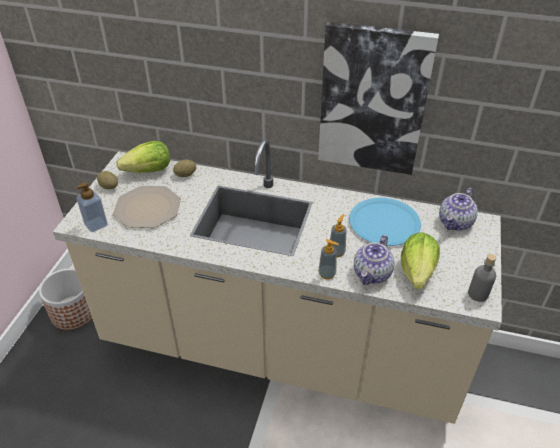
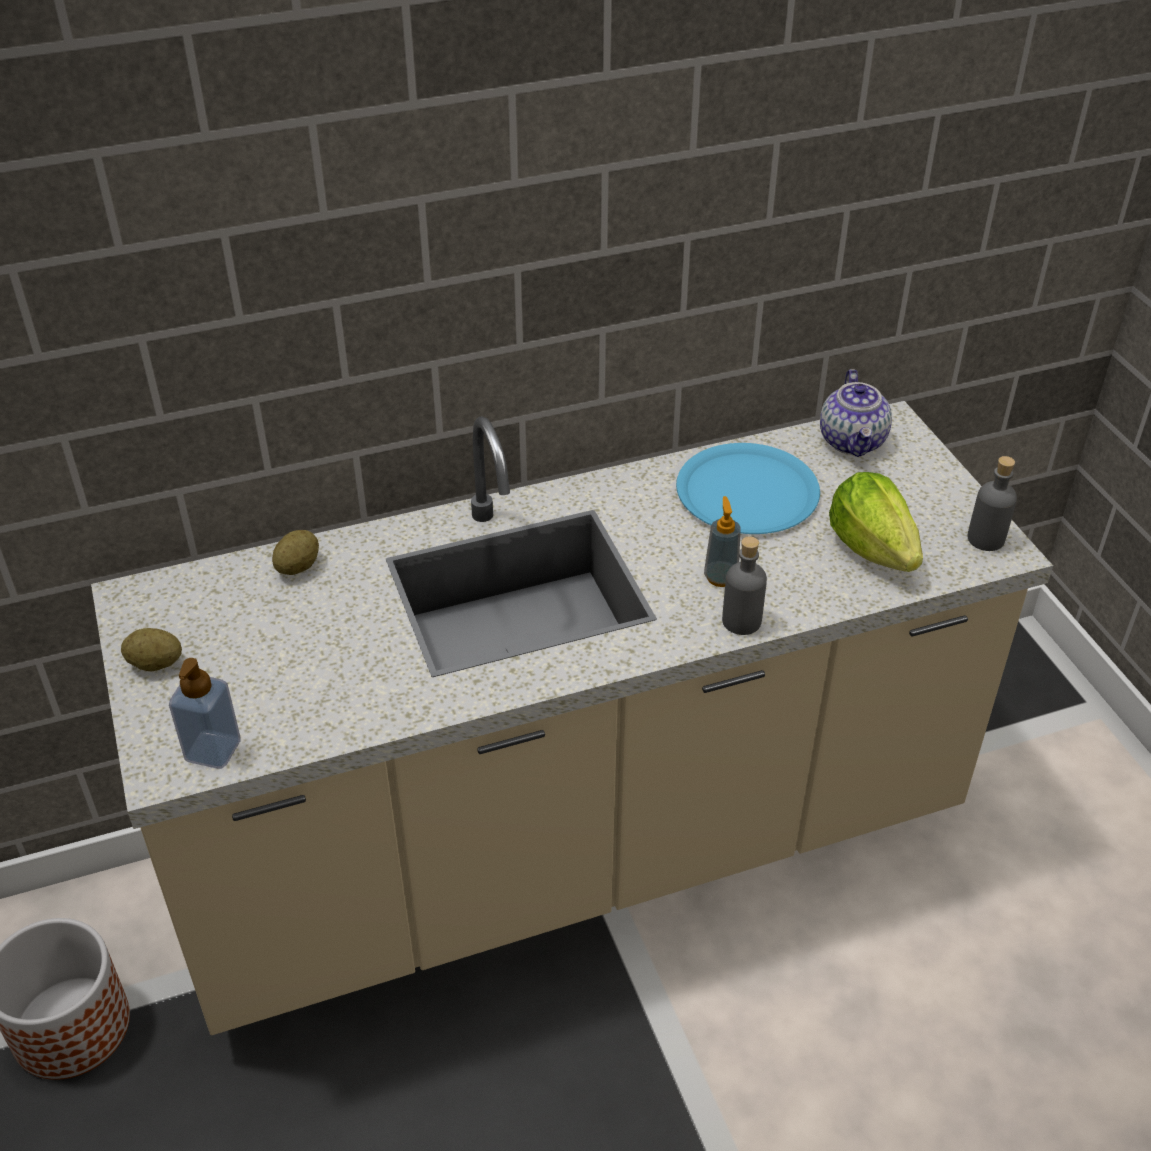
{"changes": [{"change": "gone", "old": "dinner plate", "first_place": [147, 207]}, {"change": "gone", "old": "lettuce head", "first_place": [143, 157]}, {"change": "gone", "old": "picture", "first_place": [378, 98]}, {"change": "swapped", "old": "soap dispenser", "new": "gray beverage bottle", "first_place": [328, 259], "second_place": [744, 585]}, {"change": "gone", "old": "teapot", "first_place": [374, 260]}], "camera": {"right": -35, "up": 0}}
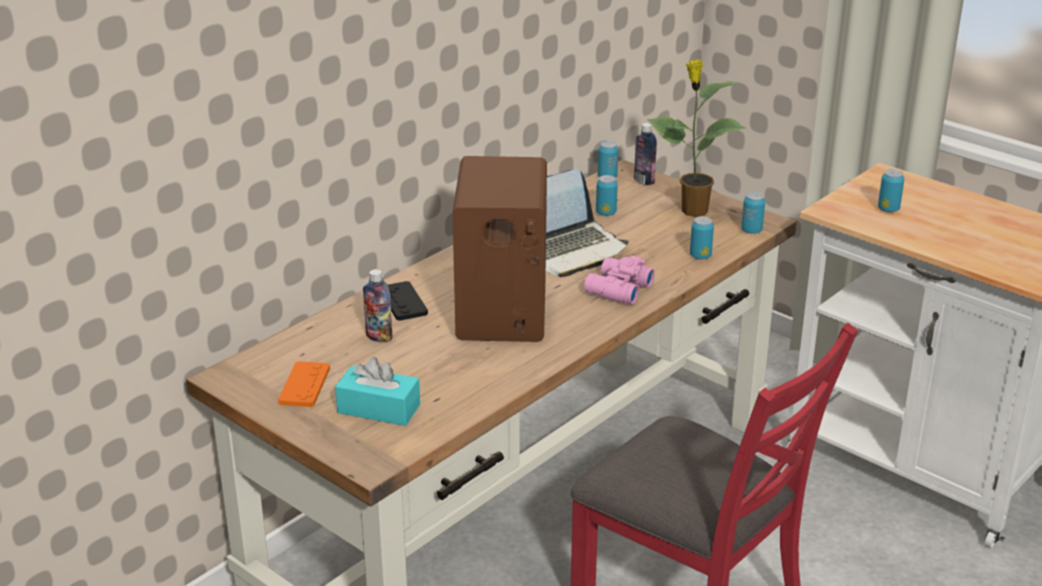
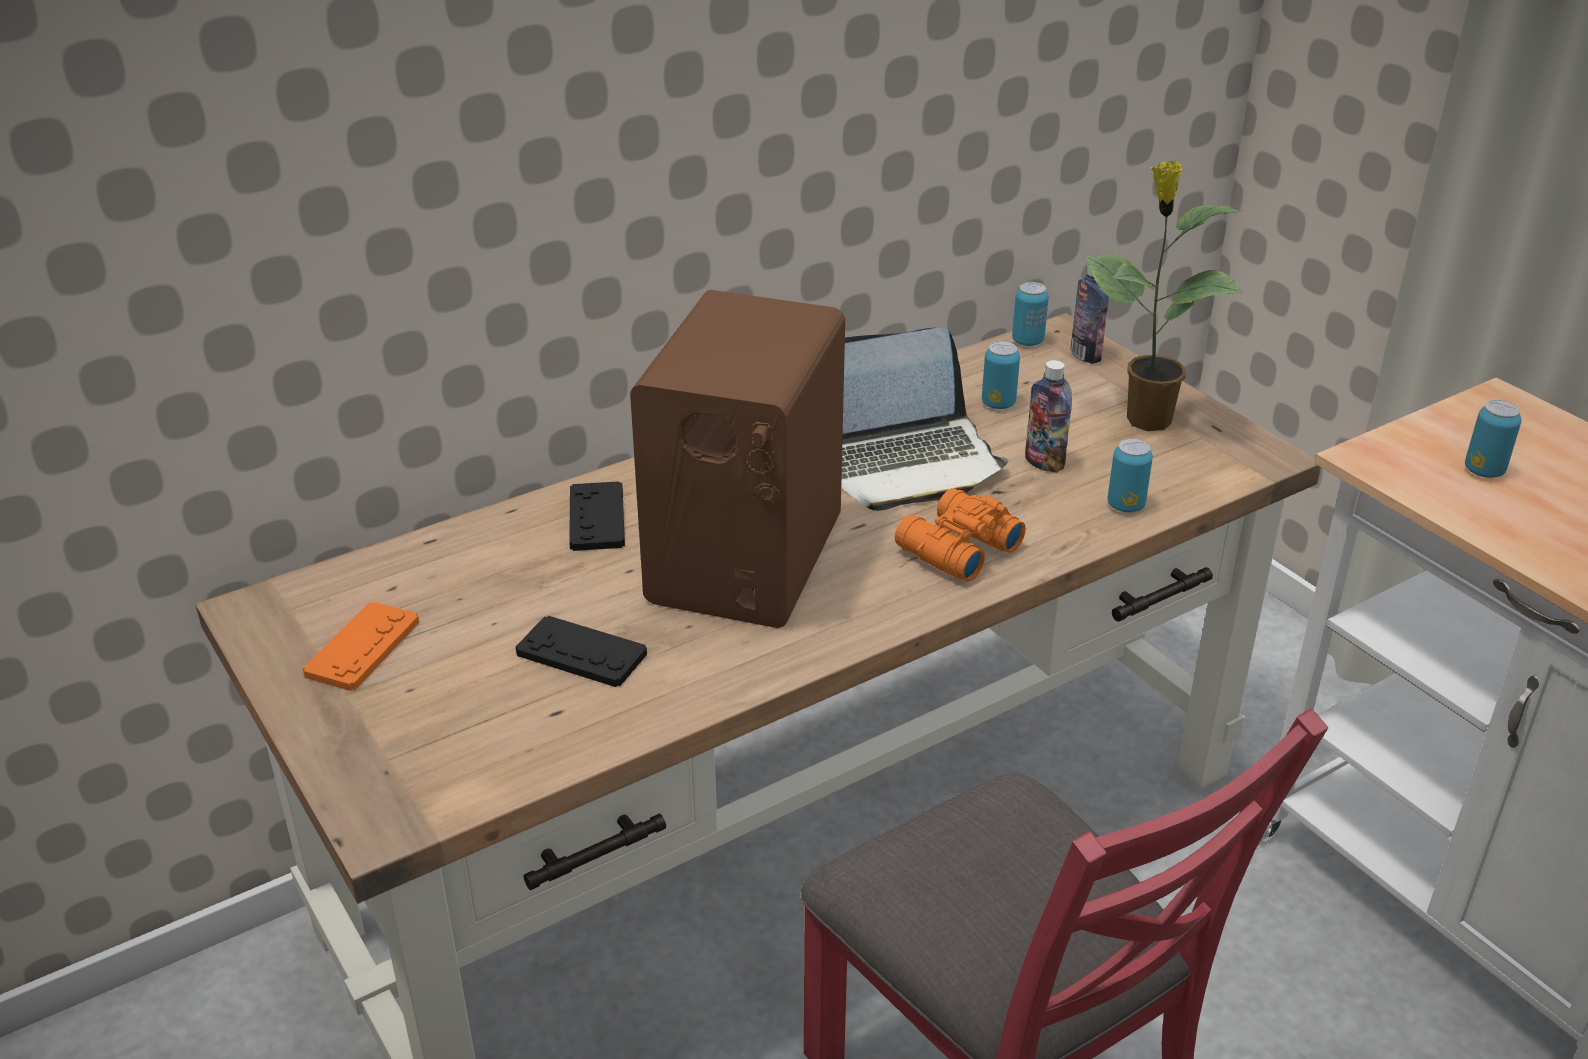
{"changes": [{"change": "gone", "old": "blue-green box of tissues", "first_place": [377, 391]}, {"change": "shifted", "old": "beverage bottle", "first_place": [377, 305], "second_place": [1048, 416]}, {"change": "repainted", "old": "pinkish pair of binoculars", "new": "orange pair of binoculars", "first_place": [619, 280], "second_place": [960, 535]}, {"change": "gone", "old": "sealed can", "first_place": [753, 213]}, {"change": "new", "new": "blackish joypad", "second_place": [581, 651]}], "camera": {"right": 15, "up": 5}}
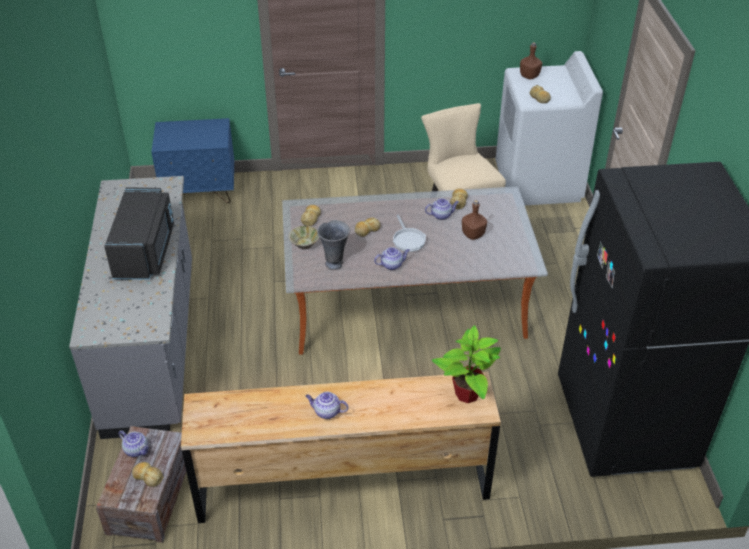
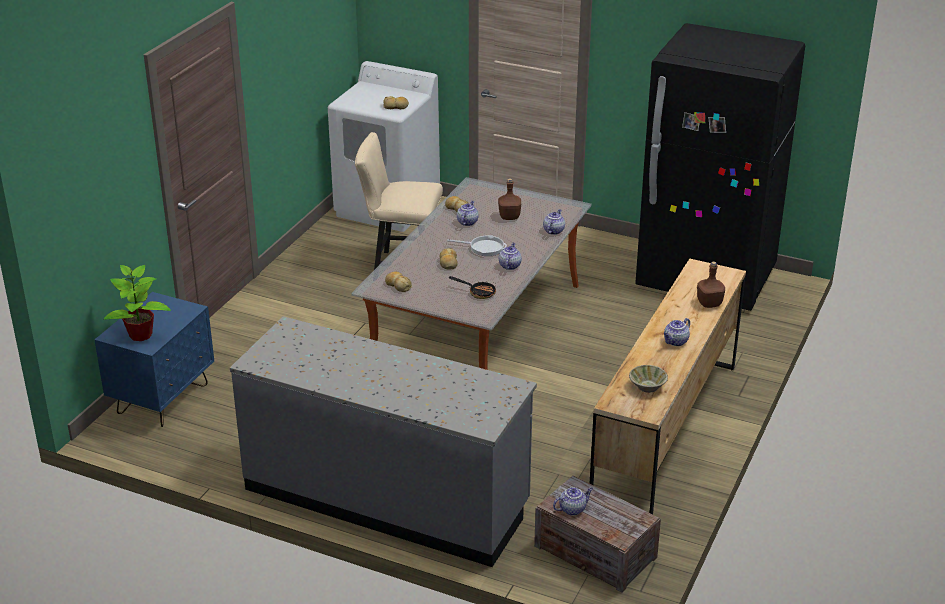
{"changes": [{"change": "gone", "old": "blackish microwave oven", "first_place": [139, 233]}, {"change": "gone", "old": "bakery bread", "first_place": [148, 474]}, {"change": "shifted", "old": "sand-coloured bowl", "first_place": [303, 237], "second_place": [648, 379]}, {"change": "swapped", "old": "gray flower vase", "new": "frying pan", "first_place": [333, 245], "second_place": [472, 287]}, {"change": "shifted", "old": "houseplant", "first_place": [466, 364], "second_place": [137, 303]}, {"change": "shifted", "old": "brown-coloured beverage bottle", "first_place": [531, 61], "second_place": [711, 285]}, {"change": "new", "new": "teapot", "second_place": [554, 222]}], "camera": {"right": -60, "up": -10}}
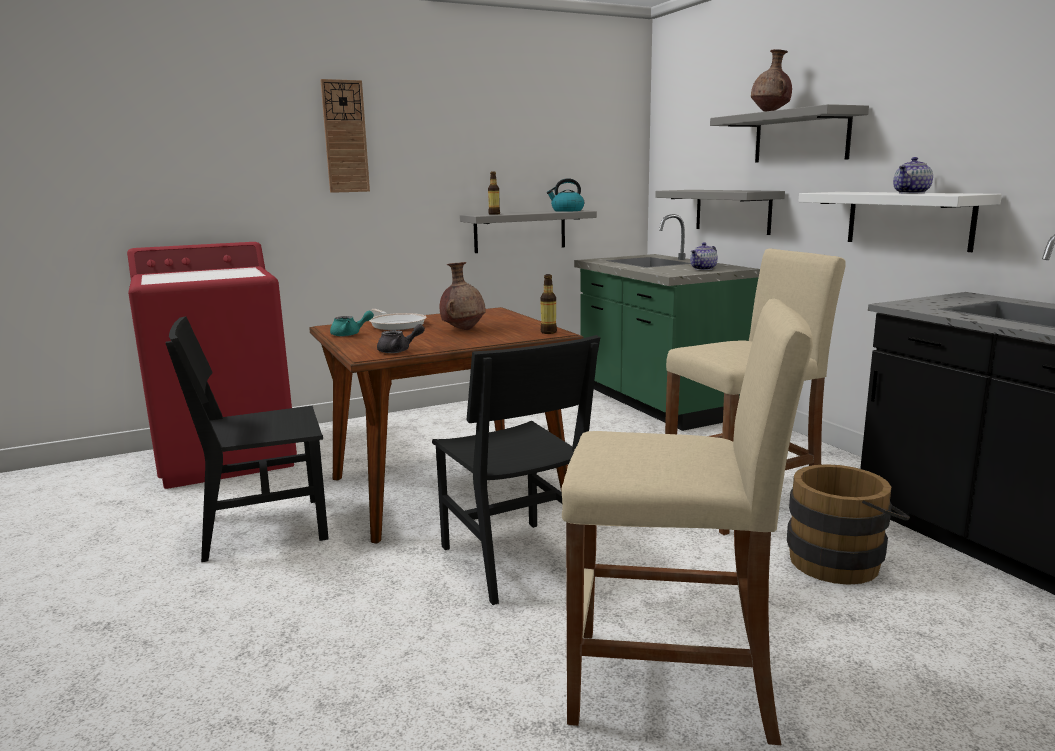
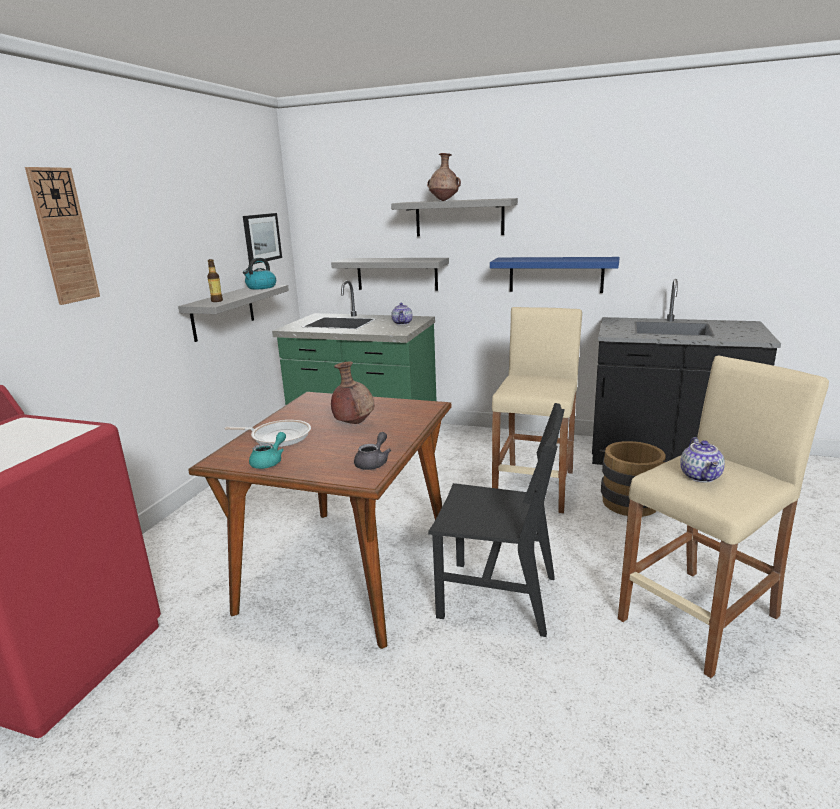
{"changes": [{"change": "gone", "old": "blackish plain chair", "first_place": [247, 439]}, {"change": "gone", "old": "beverage bottle", "first_place": [548, 304]}, {"change": "repainted", "old": "white-coloured shelf", "new": "blue-coloured shelf", "first_place": [900, 222], "second_place": [555, 275]}, {"change": "shifted", "old": "teapot", "first_place": [913, 175], "second_place": [702, 459]}, {"change": "new", "new": "picture", "second_place": [262, 238]}], "camera": {"right": -45, "up": 5}}
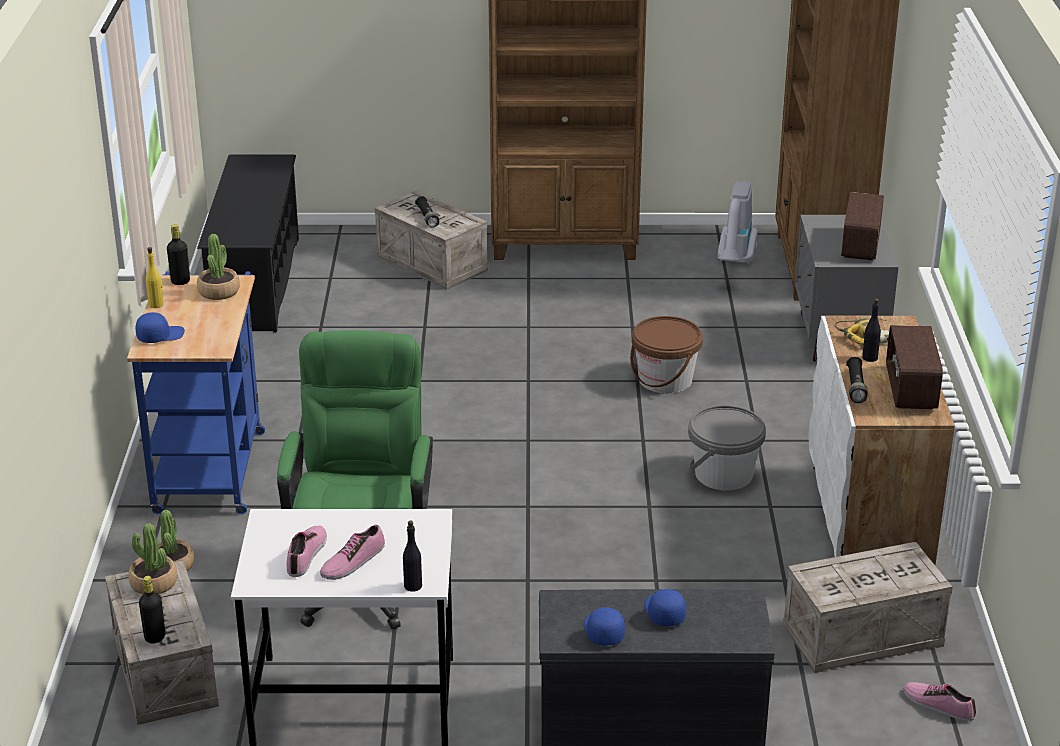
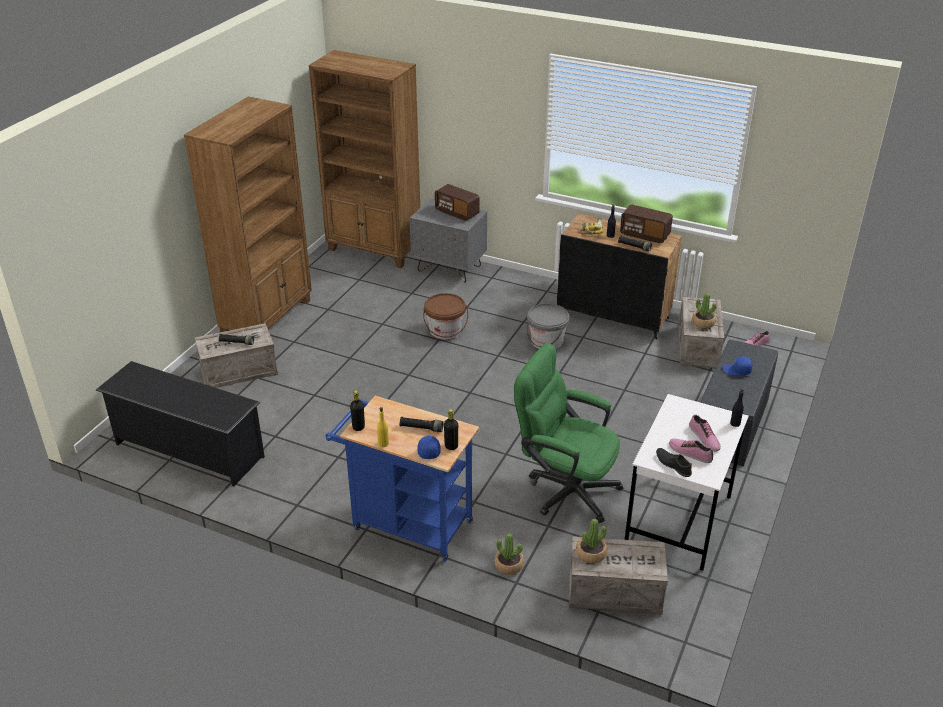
{"changes": [{"change": "shifted", "old": "blackish beverage bottle", "first_place": [152, 610], "second_place": [451, 429]}, {"change": "shifted", "old": "houseplant", "first_place": [218, 267], "second_place": [704, 311]}, {"change": "gone", "old": "blue-coloured baseball cap", "first_place": [604, 626]}, {"change": "gone", "old": "vacuum cleaner", "first_place": [738, 222]}, {"change": "repainted", "old": "white-coloured storage cabinet", "new": "blackish storage cabinet", "first_place": [881, 440], "second_place": [619, 277]}, {"change": "new", "new": "blackish hand torch", "second_place": [421, 424]}, {"change": "new", "new": "blackish low shoe", "second_place": [674, 462]}], "camera": {"right": -65, "up": 5}}
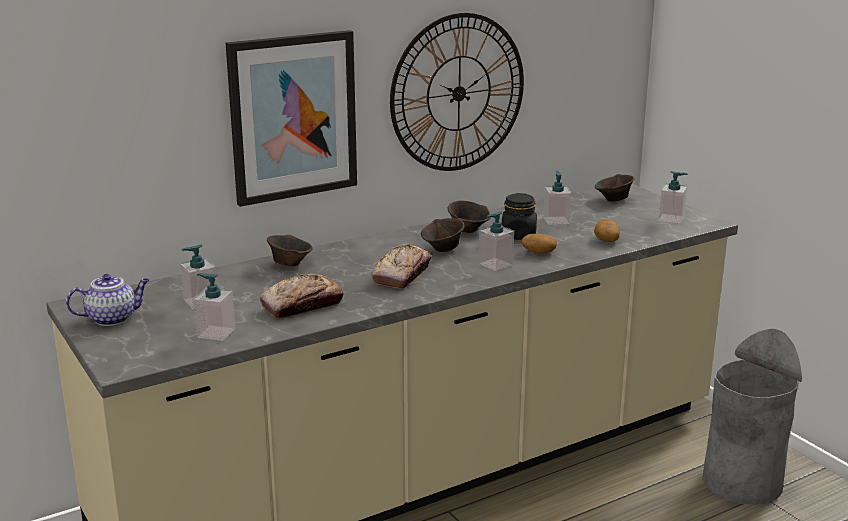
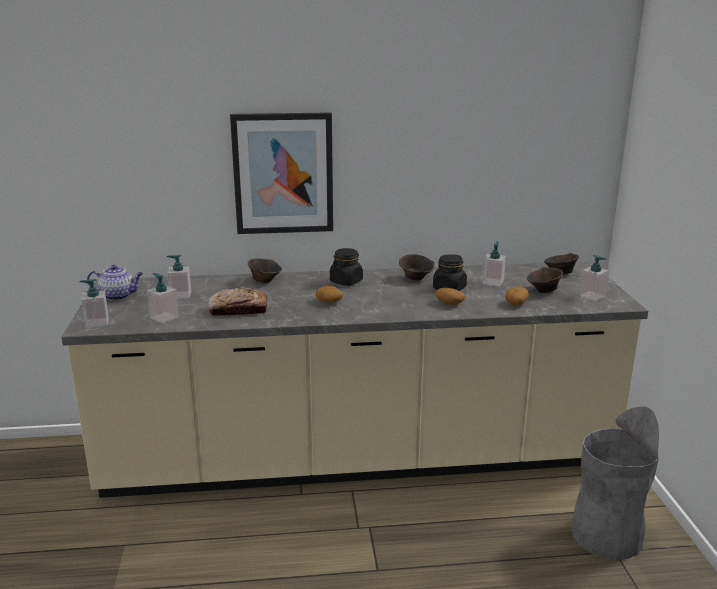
{"changes": [{"change": "swapped", "old": "bakery bread", "new": "whole potato", "first_place": [402, 266], "second_place": [329, 294]}, {"change": "gone", "old": "clock on the wall", "first_place": [457, 92]}, {"change": "shifted", "old": "brown-coloured bowl", "first_place": [443, 235], "second_place": [545, 280]}, {"change": "shifted", "old": "soap dispenser", "first_place": [496, 241], "second_place": [94, 303]}, {"change": "new", "new": "blackish storage jar", "second_place": [346, 267]}], "camera": {"right": 25, "up": 0}}
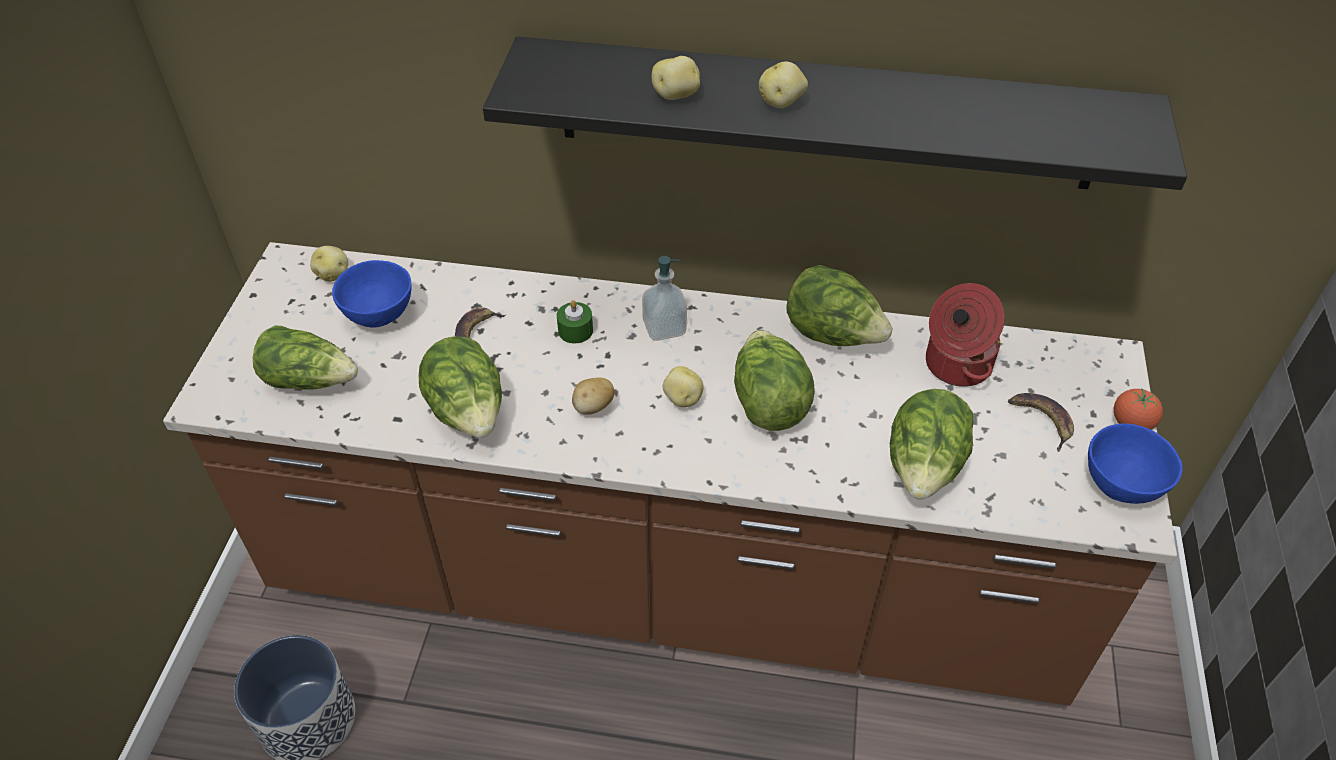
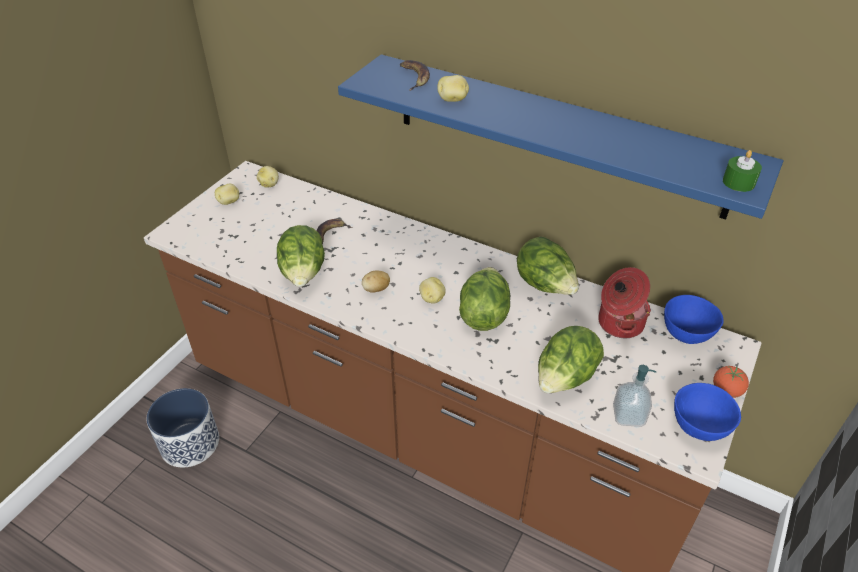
{"changes": [{"change": "gone", "old": "lettuce head", "first_place": [305, 357]}, {"change": "shifted", "old": "blue-coloured bowl", "first_place": [371, 294], "second_place": [694, 319]}, {"change": "repainted", "old": "blackish shelf", "new": "blue-coloured shelf", "first_place": [835, 113], "second_place": [561, 137]}, {"change": "shifted", "old": "greenish candle", "first_place": [575, 321], "second_place": [742, 171]}, {"change": "shifted", "old": "soap dispenser", "first_place": [664, 298], "second_place": [634, 396]}, {"change": "shifted", "old": "whole potato", "first_place": [783, 85], "second_place": [227, 194]}, {"change": "shifted", "old": "whole banana", "first_place": [1041, 422], "second_place": [415, 75]}], "camera": {"right": 20, "up": -5}}
